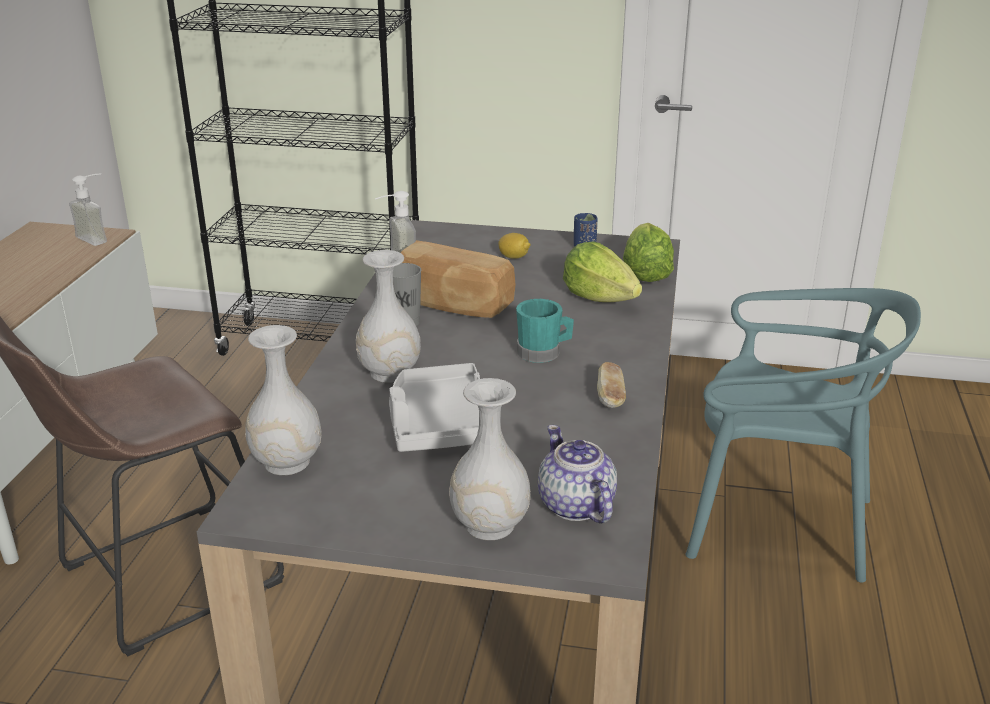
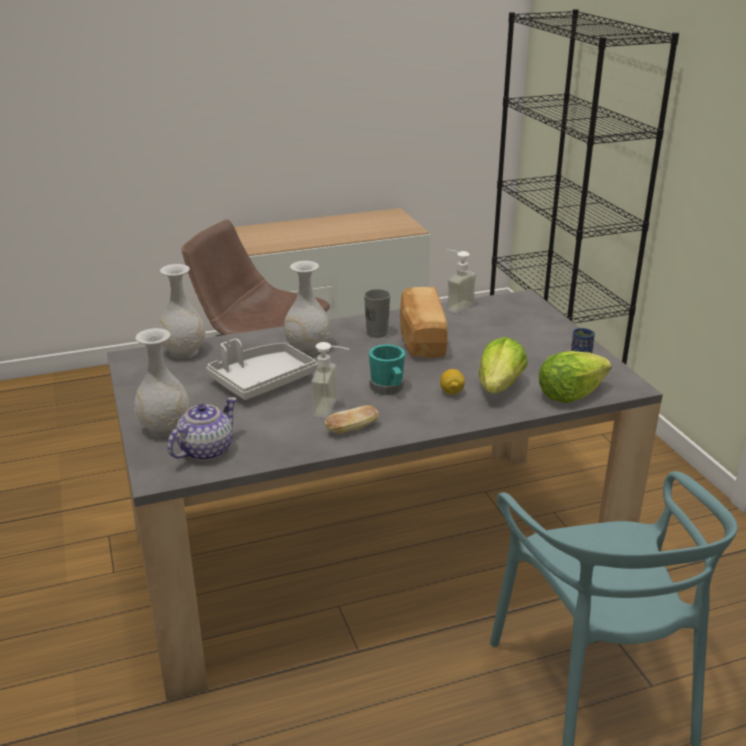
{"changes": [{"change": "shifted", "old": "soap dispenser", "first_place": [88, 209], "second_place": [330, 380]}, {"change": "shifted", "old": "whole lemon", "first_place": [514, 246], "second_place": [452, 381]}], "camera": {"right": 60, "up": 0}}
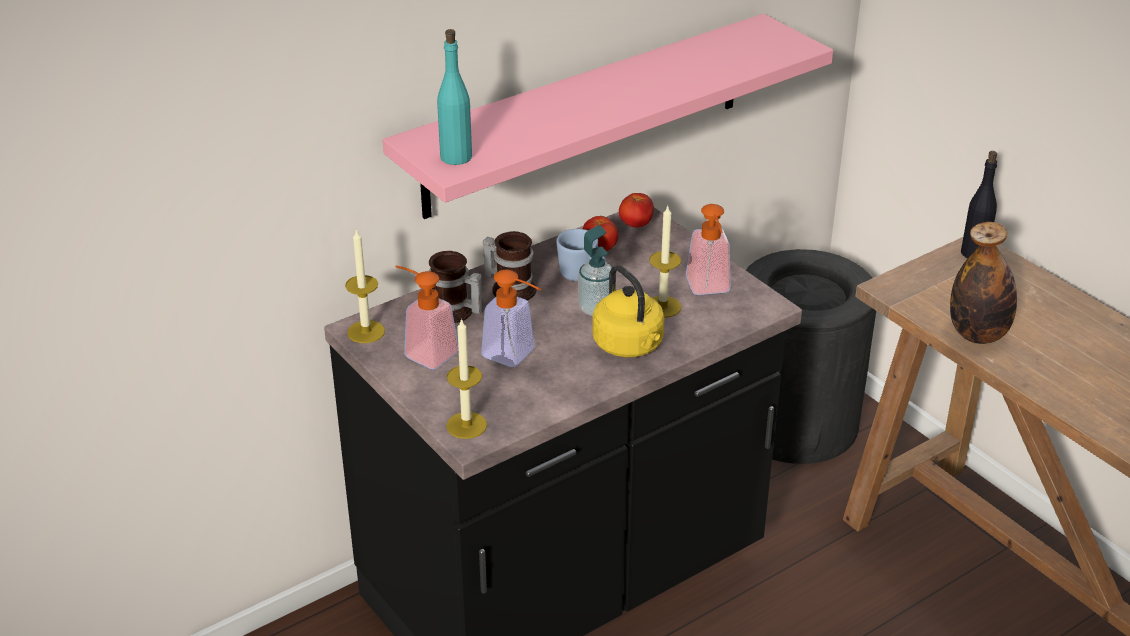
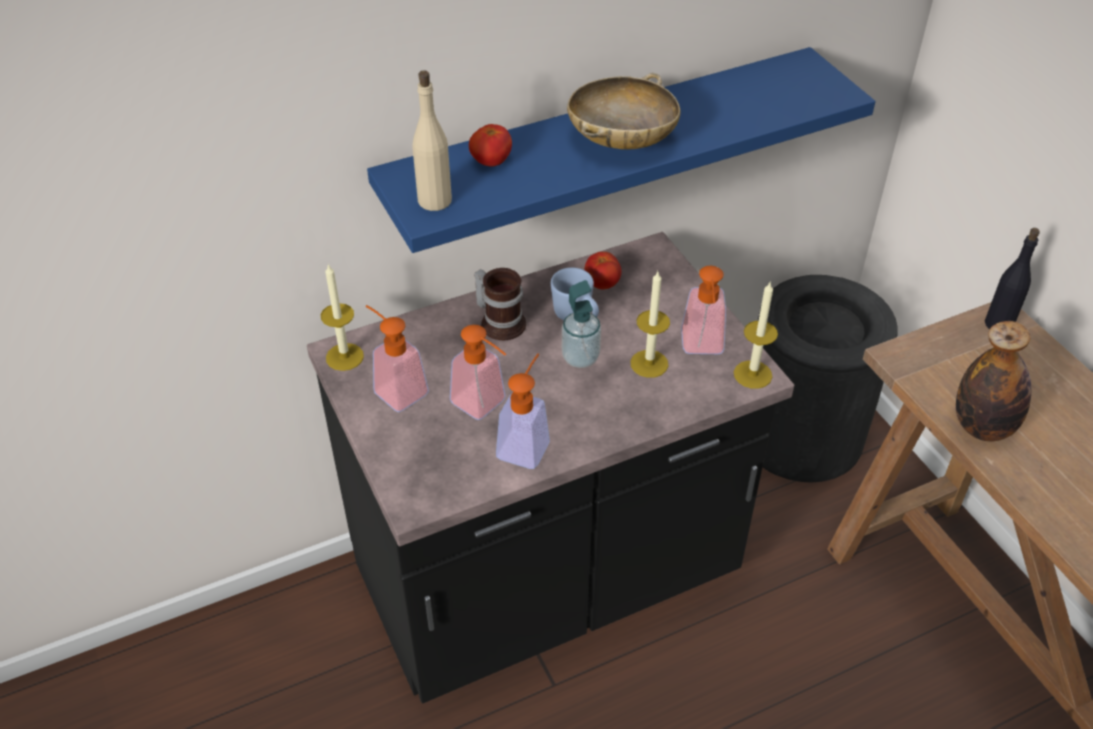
{"changes": [{"change": "repainted", "old": "pinkish shelf", "new": "blue-coloured shelf", "first_place": [608, 116], "second_place": [621, 150]}, {"change": "gone", "old": "mug", "first_place": [455, 287]}, {"change": "repainted", "old": "blue-green beverage bottle", "new": "sand-coloured beverage bottle", "first_place": [454, 97], "second_place": [432, 140]}, {"change": "shifted", "old": "candle", "first_place": [466, 378], "second_place": [756, 335]}, {"change": "gone", "old": "yellowish water kettle", "first_place": [628, 311]}, {"change": "shifted", "old": "whole tomato", "first_place": [636, 210], "second_place": [490, 145]}, {"change": "new", "new": "soap dispenser", "second_place": [523, 411]}, {"change": "new", "new": "sand-coloured bowl", "second_place": [624, 111]}], "camera": {"right": 10, "up": 10}}
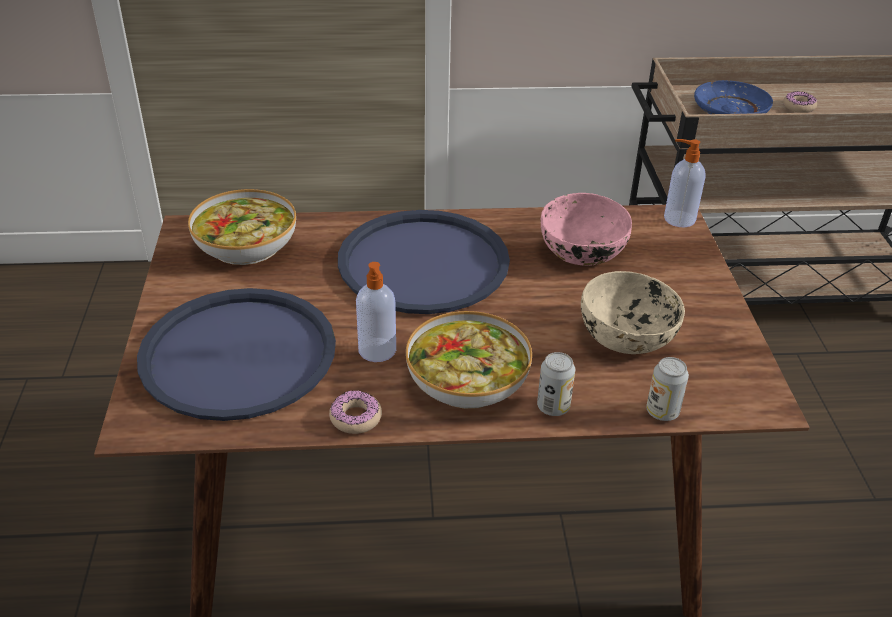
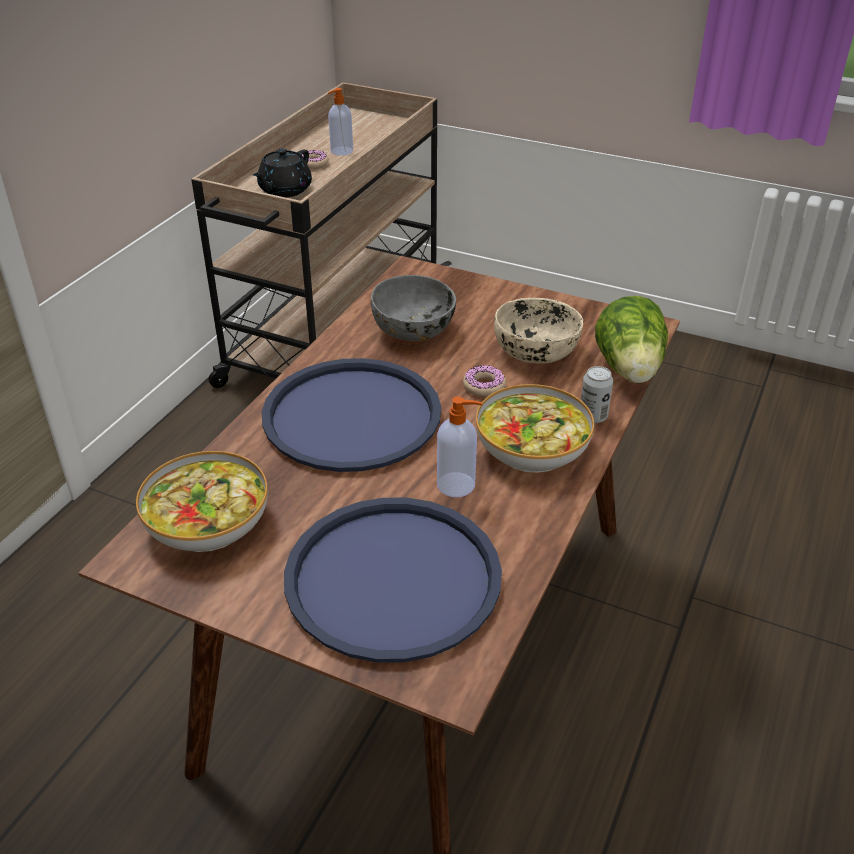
{"changes": [{"change": "shifted", "old": "doughnut", "first_place": [355, 412], "second_place": [484, 381]}, {"change": "repainted", "old": "pinkish bowl", "new": "gray bowl", "first_place": [586, 229], "second_place": [413, 308]}, {"change": "swapped", "old": "sealed can", "new": "lettuce head", "first_place": [667, 389], "second_place": [631, 339]}, {"change": "shifted", "old": "soap dispenser", "first_place": [685, 183], "second_place": [340, 122]}, {"change": "swapped", "old": "blue-coloured dinner plate", "new": "blackish teapot", "first_place": [733, 97], "second_place": [282, 173]}], "camera": {"right": -60, "up": 0}}
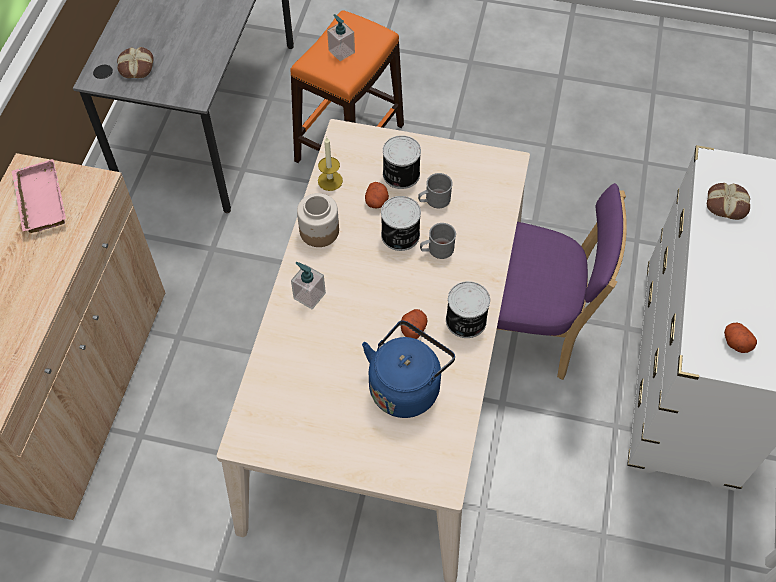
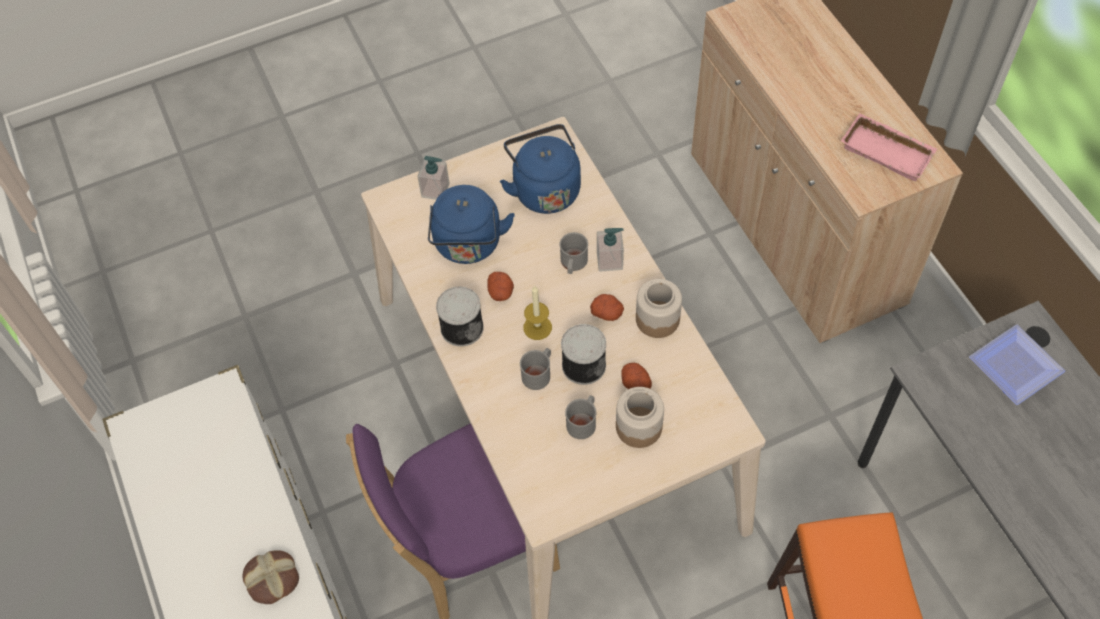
{"changes": [{"change": "swapped", "old": "bakery bread", "new": "dinner plate", "first_place": [135, 62], "second_place": [1017, 365]}, {"change": "shifted", "old": "candle", "first_place": [330, 164], "second_place": [537, 312]}, {"change": "shifted", "old": "soap dispenser", "first_place": [341, 37], "second_place": [433, 178]}, {"change": "swapped", "old": "sealed can", "new": "storage jar", "first_place": [402, 162], "second_place": [640, 417]}, {"change": "shifted", "old": "whole potato", "first_place": [740, 338], "second_place": [607, 307]}, {"change": "new", "new": "blue-coloured water kettle", "second_place": [540, 169]}, {"change": "new", "new": "gray mug", "second_place": [573, 253]}], "camera": {"right": 145, "up": 0}}
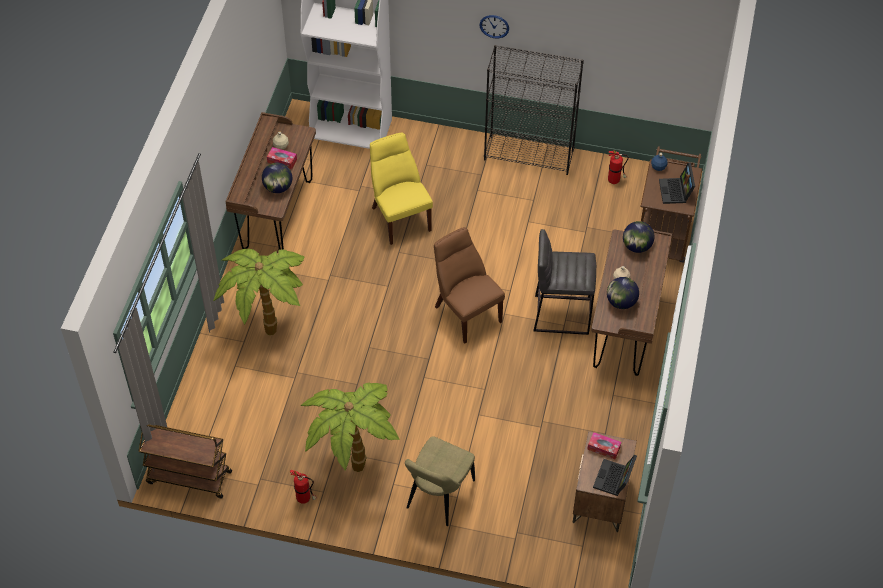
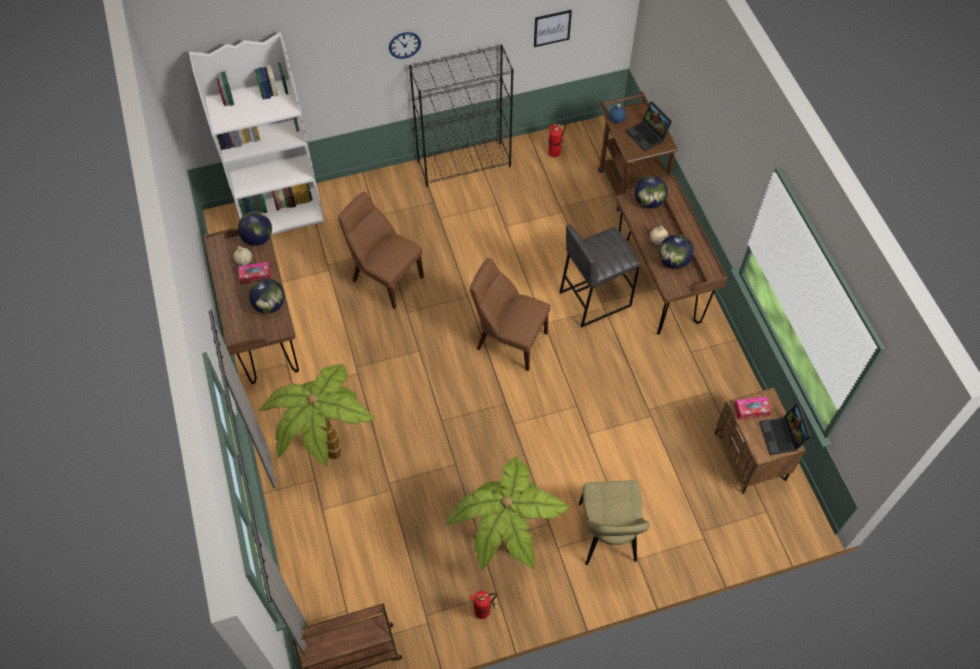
{"changes": [{"change": "repainted", "old": "yellowish plain chair", "new": "brown-coloured plain chair", "first_place": [401, 189], "second_place": [381, 250]}, {"change": "new", "new": "world globe", "second_place": [255, 229]}, {"change": "new", "new": "picture", "second_place": [553, 28]}], "camera": {"right": -30, "up": 5}}
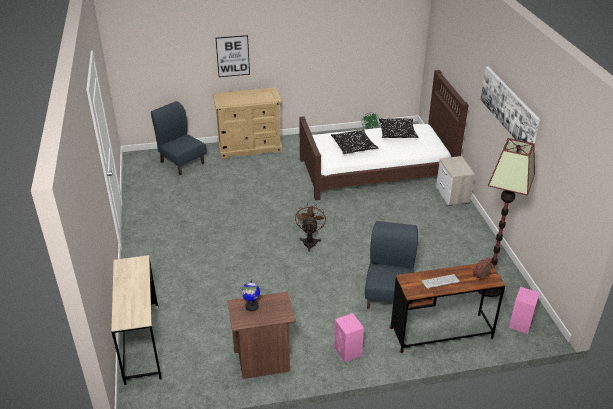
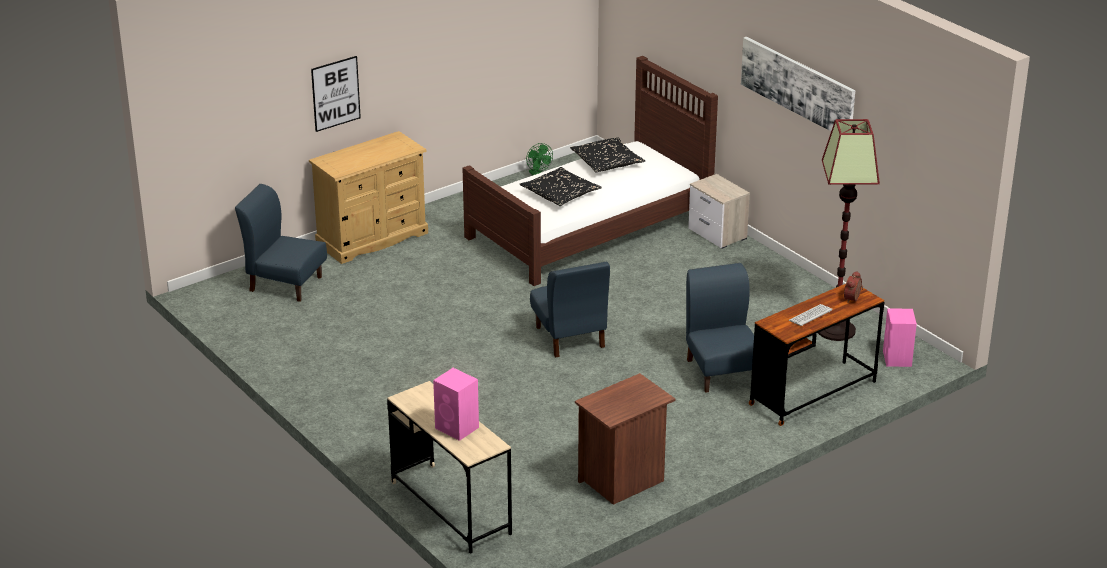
{"changes": [{"change": "gone", "old": "world globe", "first_place": [250, 295]}, {"change": "swapped", "old": "brown-coloured electric fan", "new": "blue-coloured plain chair", "first_place": [310, 227], "second_place": [570, 309]}, {"change": "shifted", "old": "pinkish loudspeaker", "first_place": [349, 337], "second_place": [456, 404]}], "camera": {"right": -25, "up": -5}}
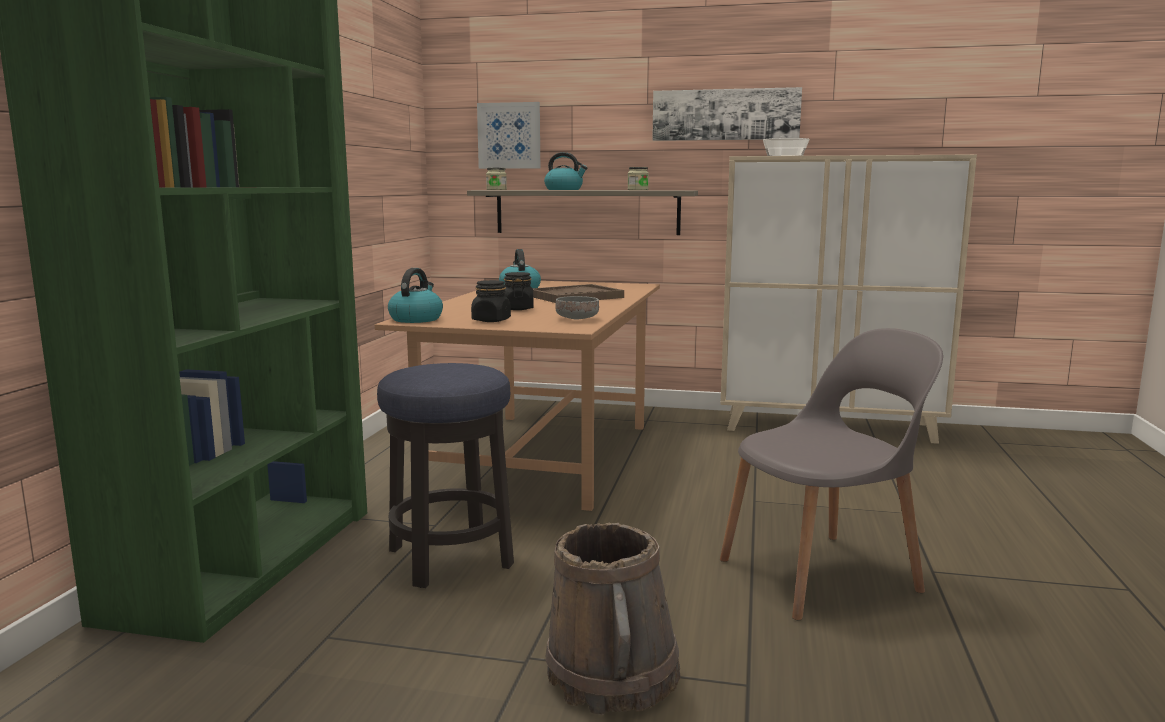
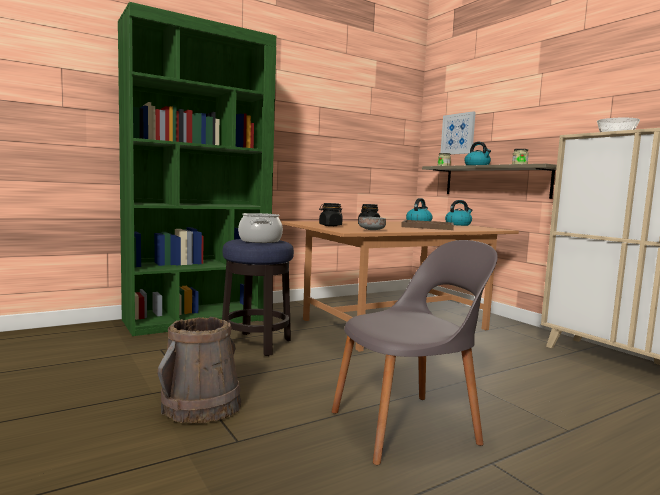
{"changes": [{"change": "shifted", "old": "water kettle", "first_place": [415, 295], "second_place": [458, 213]}, {"change": "gone", "old": "picture", "first_place": [727, 114]}, {"change": "rotated", "old": "gray plain chair", "first_place": [831, 474], "second_place": [415, 352], "degrees": -45}, {"change": "new", "new": "cooking pot", "second_place": [260, 228]}], "camera": {"right": 45, "up": -5}}
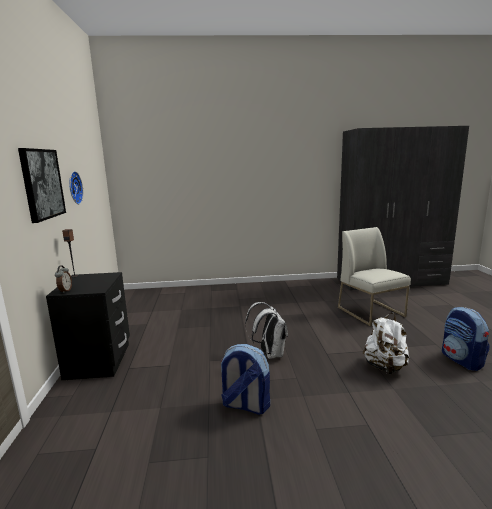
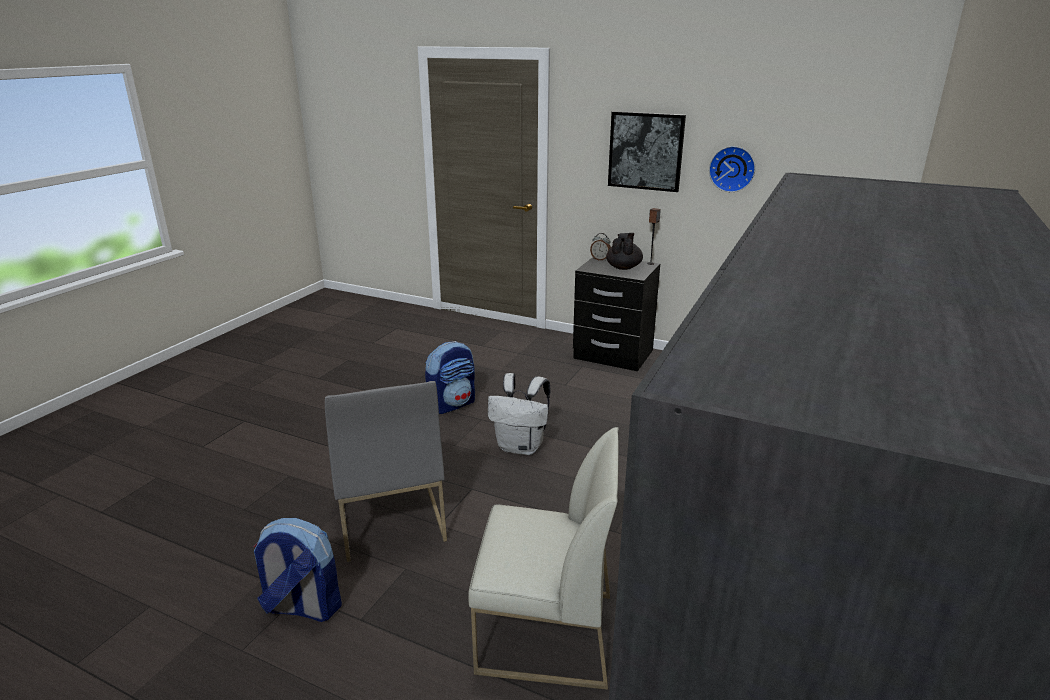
{"changes": [{"change": "swapped", "old": "white-coloured rucksack", "new": "gray plain chair", "first_place": [386, 343], "second_place": [386, 471]}, {"change": "new", "new": "blackish teapot", "second_place": [624, 251]}], "camera": {"right": 120, "up": 10}}
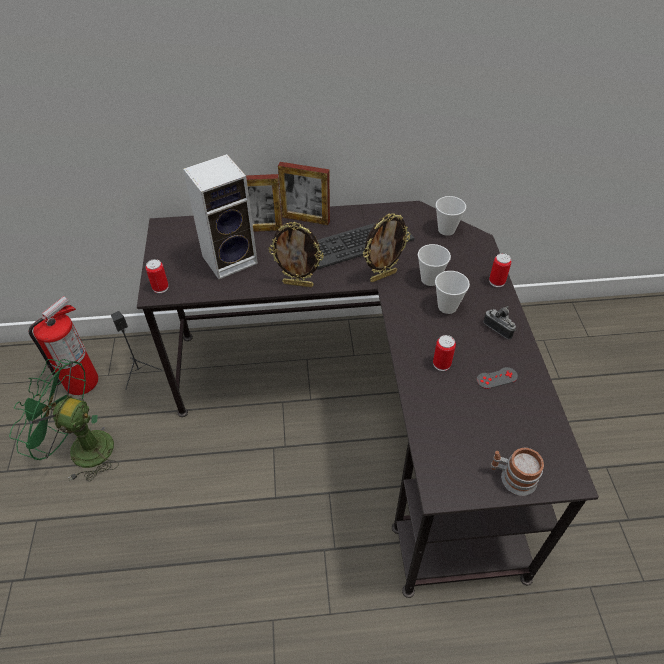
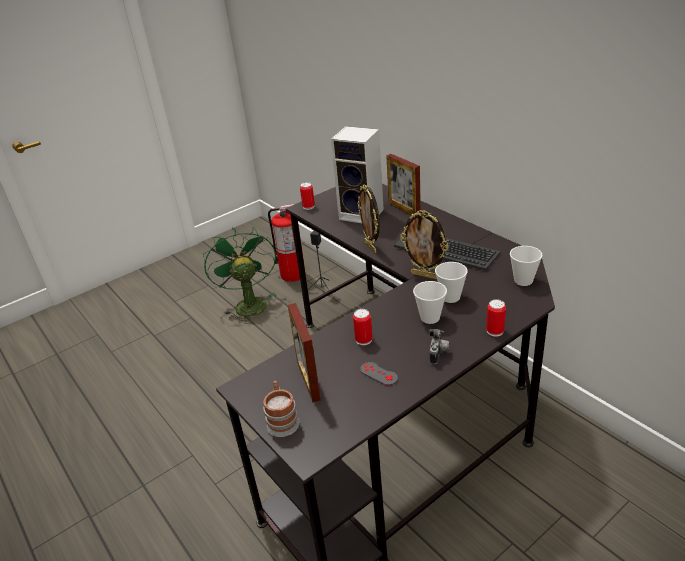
{"changes": [{"change": "shifted", "old": "picture frame", "first_place": [304, 193], "second_place": [304, 352]}], "camera": {"right": 60, "up": -15}}
